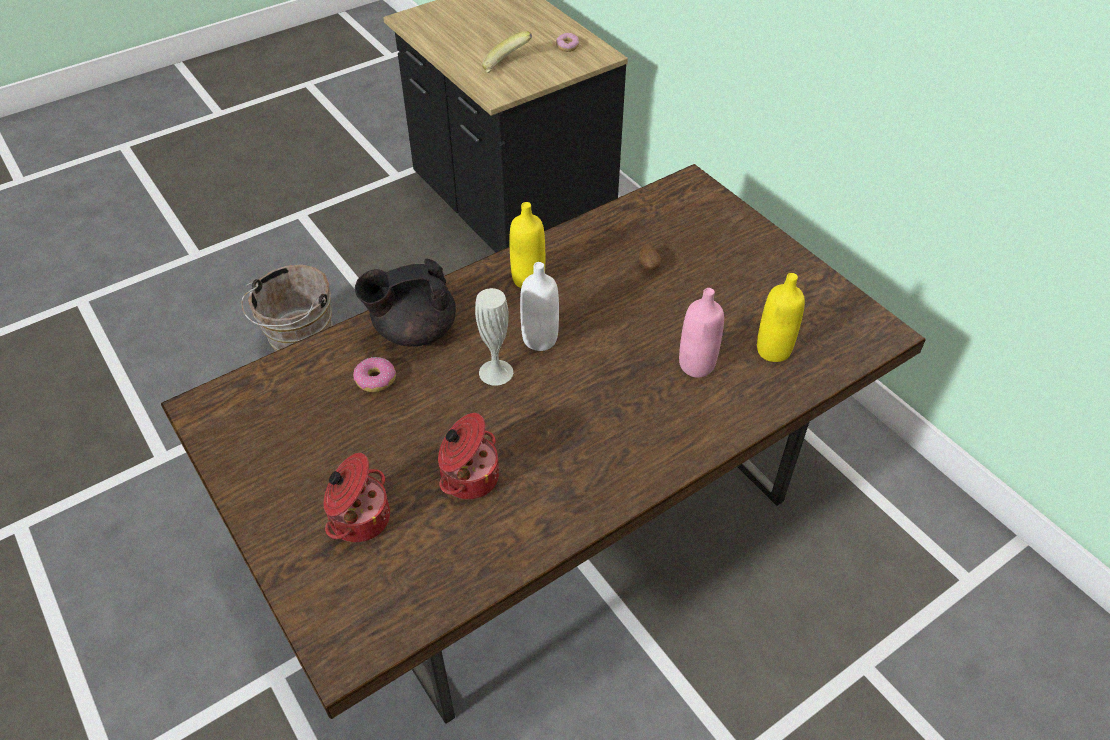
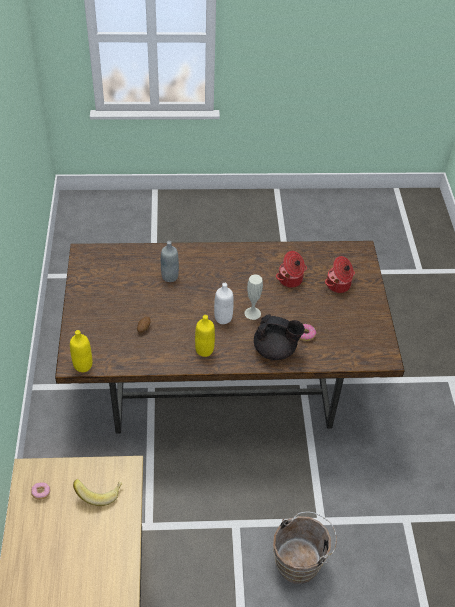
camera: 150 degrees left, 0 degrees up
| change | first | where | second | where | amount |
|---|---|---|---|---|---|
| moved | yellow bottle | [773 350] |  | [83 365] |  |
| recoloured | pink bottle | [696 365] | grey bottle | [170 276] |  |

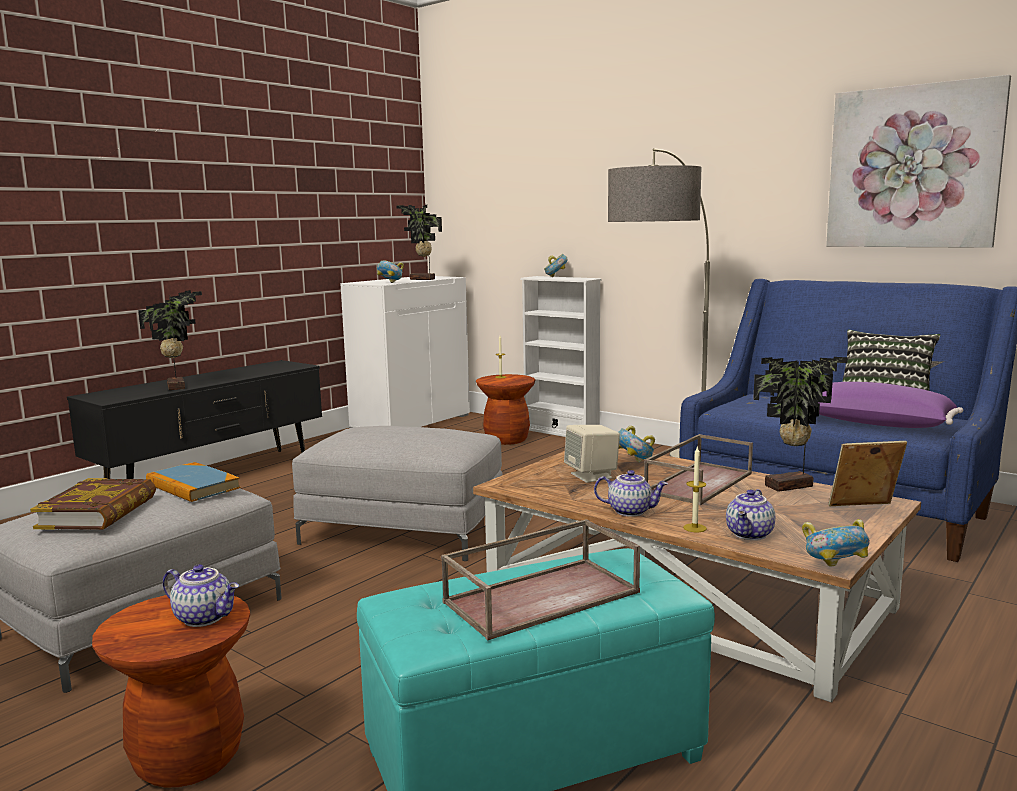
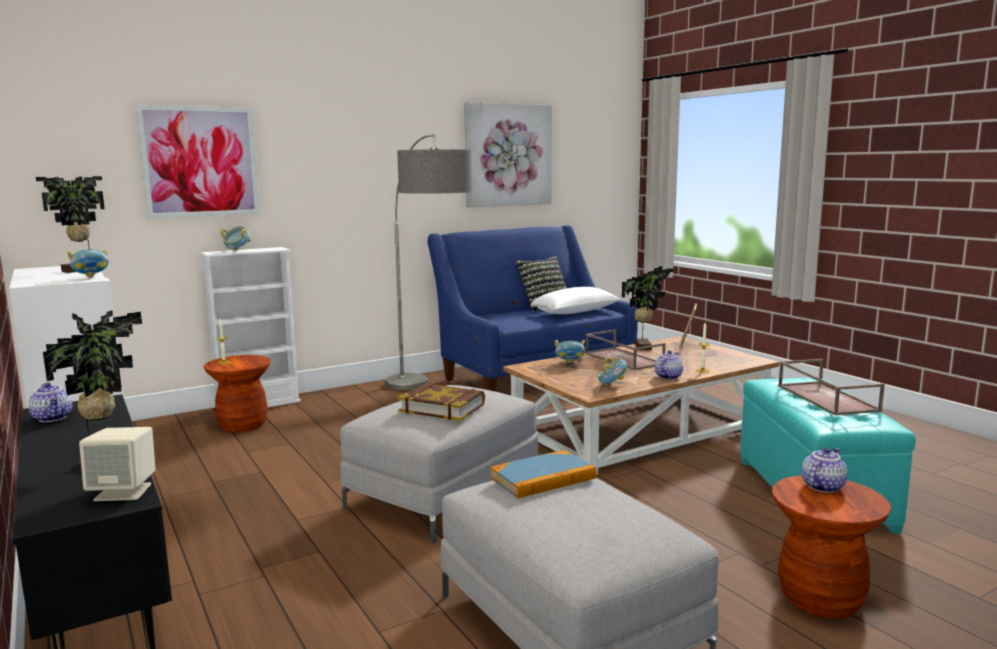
camera: 70 degrees left, 0 degrees up
| change | first | where | second | where | amount |
|---|---|---|---|---|---|
| added |  |  | picture | [200 162] |  |
| moved | book | [98 512] |  | [442 407] |  |
| moved | beige speaker | [592 476] |  | [124 492] |  |
| moved | teapot | [750 535] |  | [53 418] |  |
| moved | bowl | [835 569] |  | [611 386] |  |
| recoloured | purple pillow | [873 425] | white pillow | [576 313] |  |

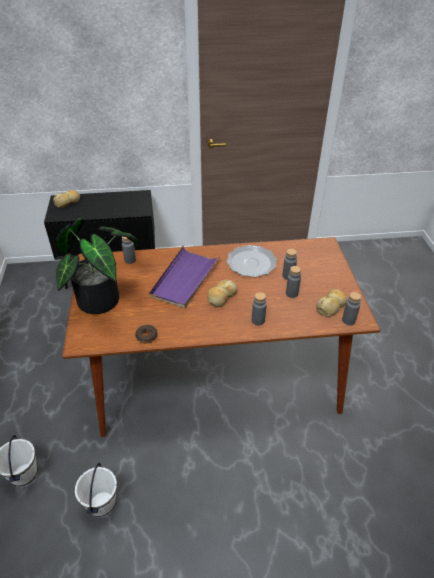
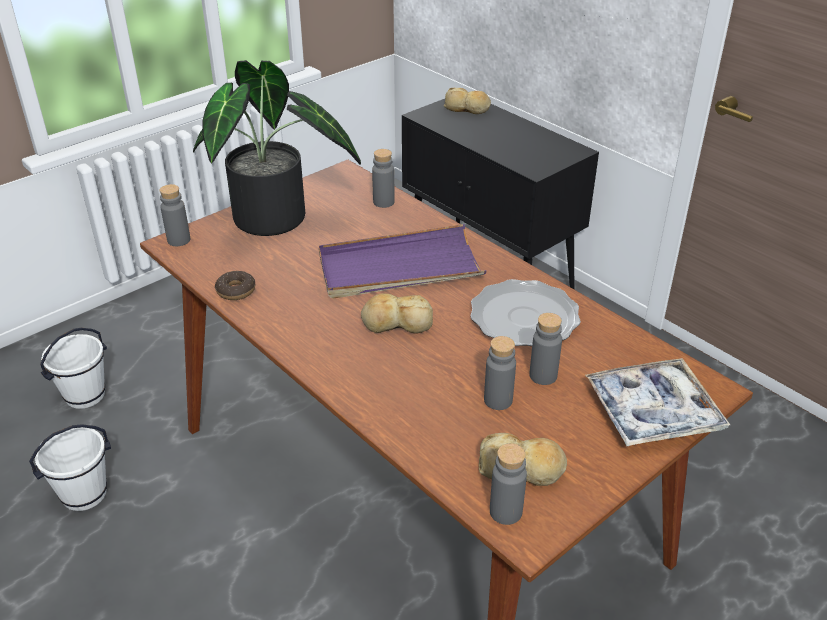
camera: 55 degrees right, 5 degrees down
| change | first | where | second | where | amount |
|---|---|---|---|---|---|
| added |  |  | tray | [652 411] |  |
| moved | grey bottle | [258 320] |  | [179 240] |  |

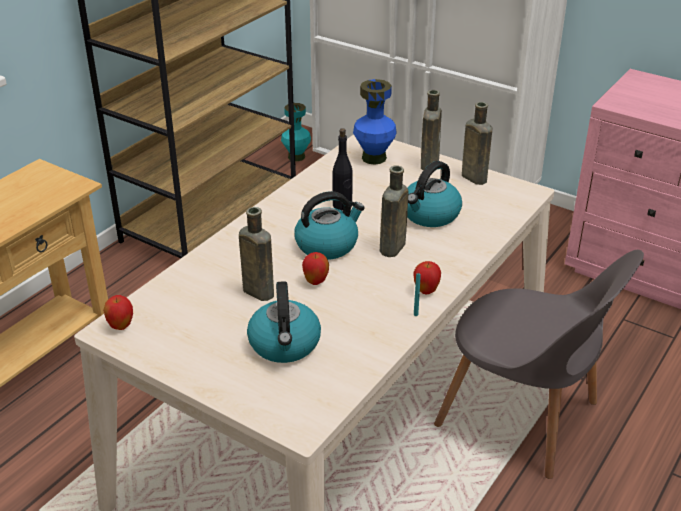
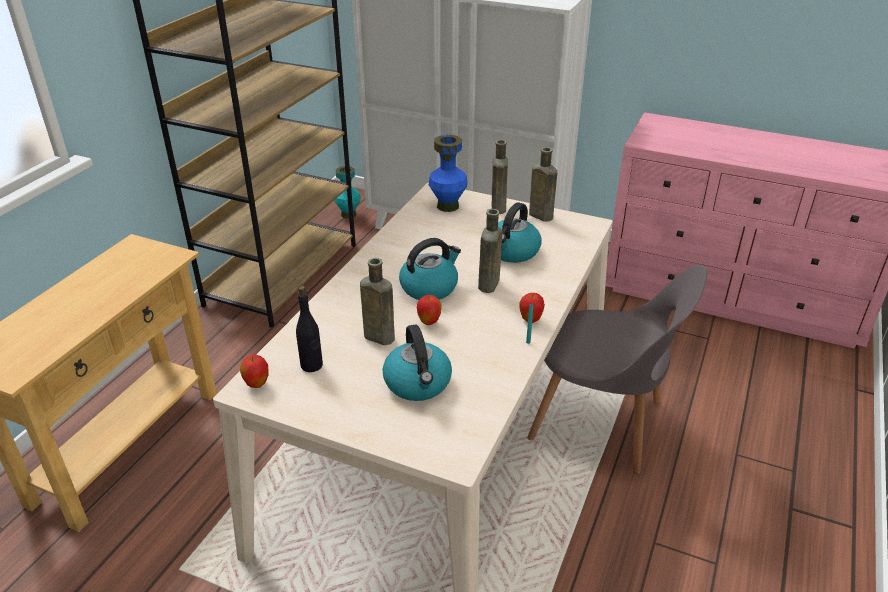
camera: 10 degrees left, 0 degrees up
| change | first | where | second | where | amount |
|---|---|---|---|---|---|
| moved | black bottle | [342 205] |  | [312 365] |  |

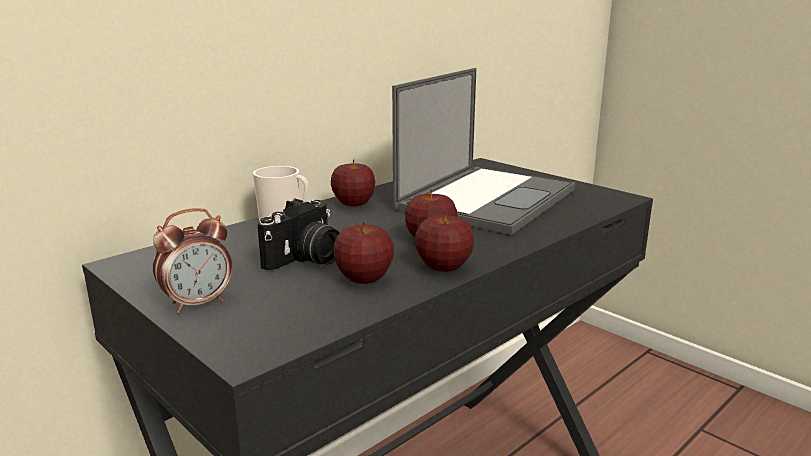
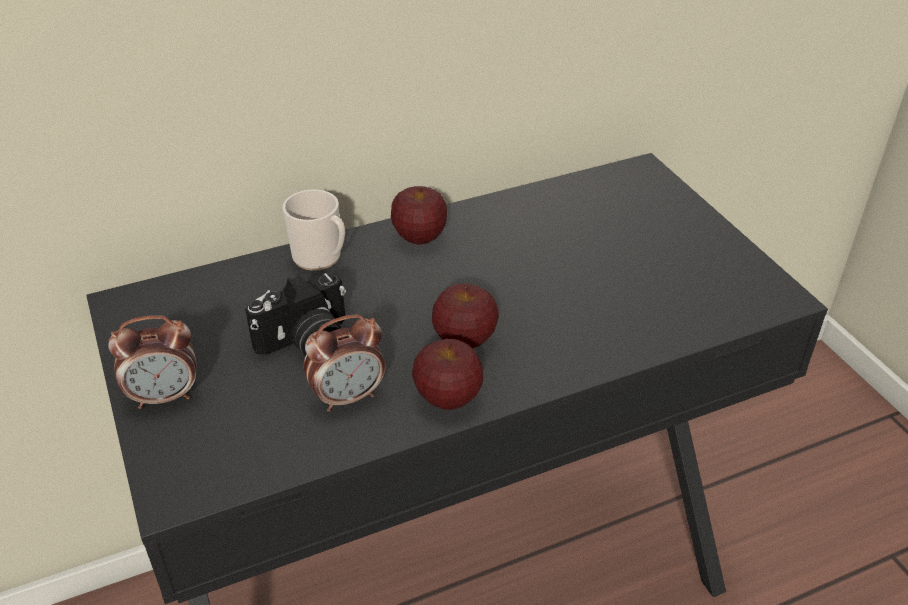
camera: 20 degrees right, 20 degrees up
| change | first | where | second | where | amount |
|---|---|---|---|---|---|
| removed | laptop | [487 198] |  |  |  |
| replaced | apple | [363 279] | alarm clock | [348 397] |  |

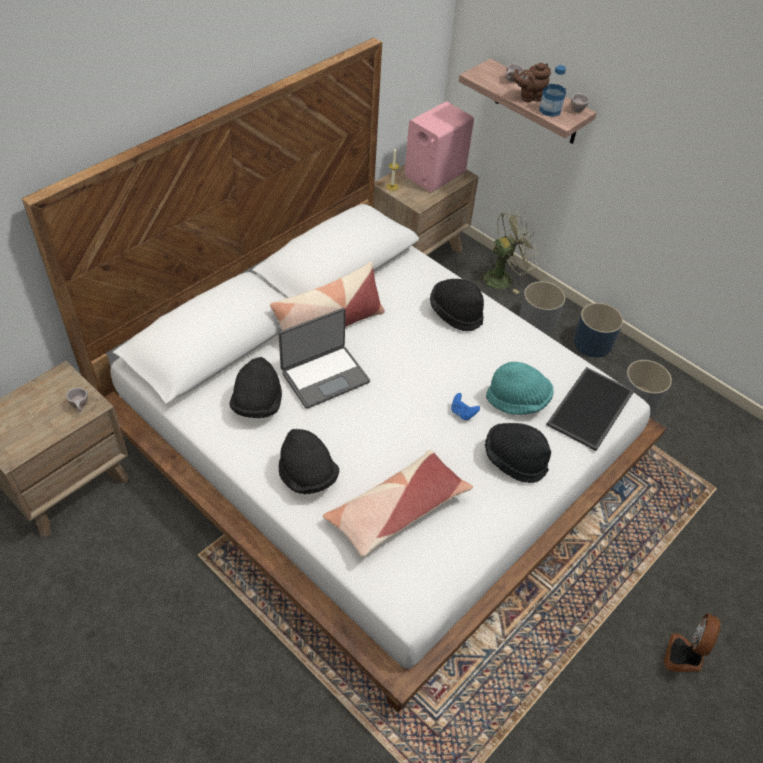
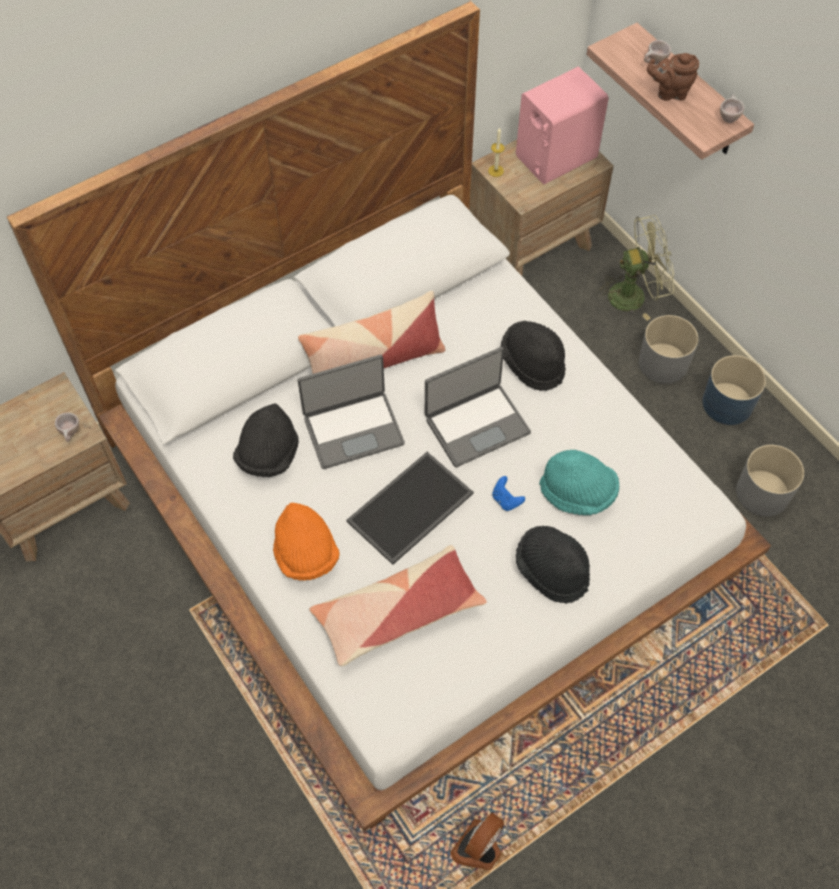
camera: 15 degrees right, 10 degrees up
| change | first | where | second | where | amount |
|---|---|---|---|---|---|
| removed | bottle | [550 110] |  |  |  |
| added |  |  | laptop | [476 424] |  |
| moved | tray | [591 409] |  | [410 509] |  |
| moved | fan | [684 656] |  | [478 849] |  |
| recoloured | black hat | [307 475] | orange hat | [306 554] |  |

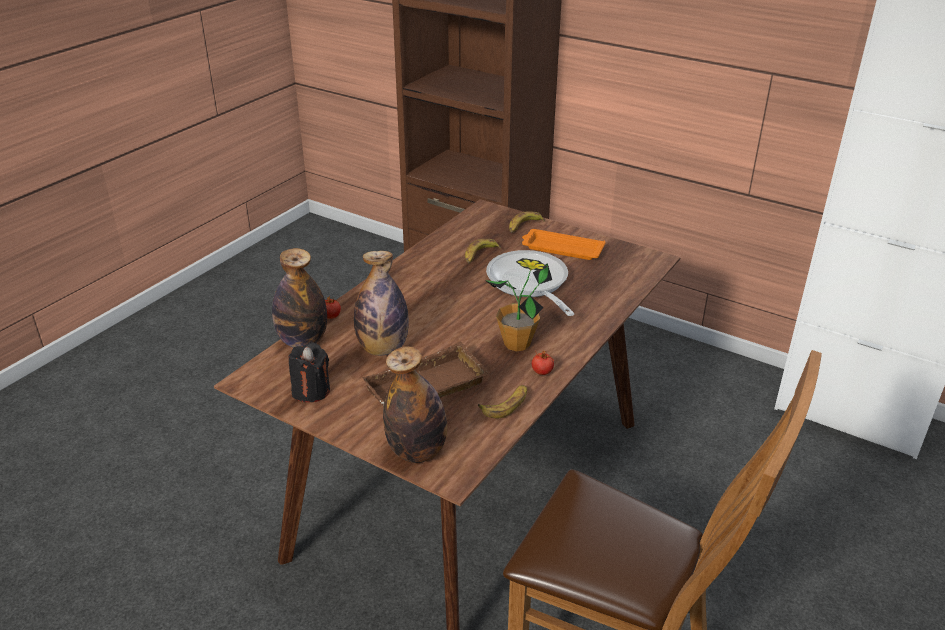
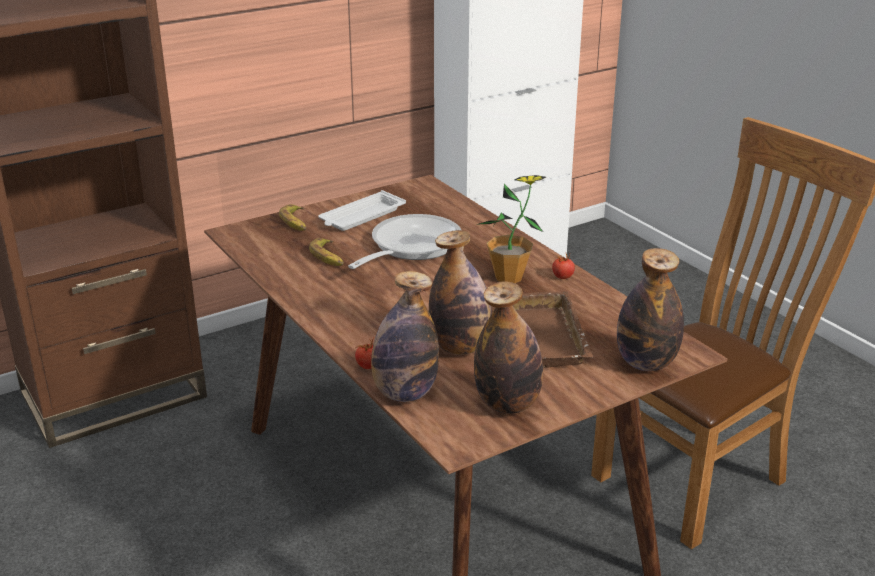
camera: 65 degrees left, 5 degrees down
| change | first | where | second | where | amount |
|---|---|---|---|---|---|
| removed | banana | [506 405] |  |  |  |
| replaced | black candle | [311 391] | bottle | [508 404] |  |
| recoloured | orange tray | [561 249] | white tray | [361 217] |  |
| turned | frying pan | [529 284] |  | [410 247] | 120 degrees clockwise |

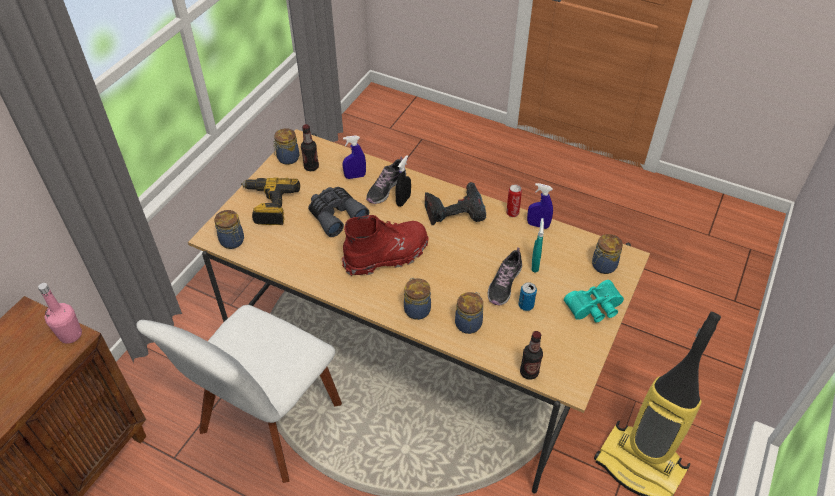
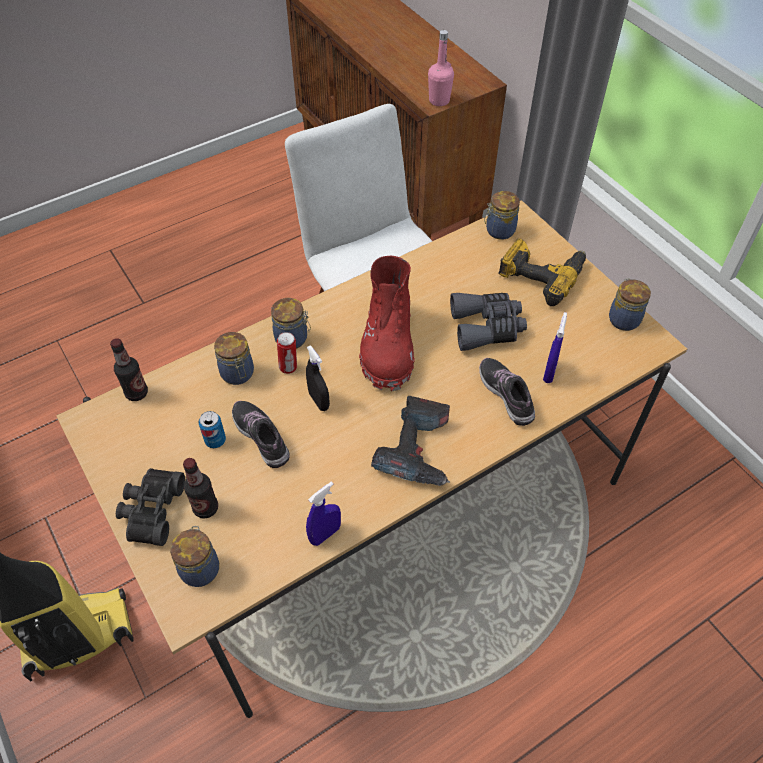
camera: 120 degrees right, 5 degrees up
| change | first | where | second | where | amount |
|---|---|---|---|---|---|
| removed | turquoise spray bottle | [535 264] |  |  |  |
| moved | bottle | [311 167] |  | [206 508] |  |
| moved | black spray bottle | [403 200] |  | [319 401] |  |
| moved | can | [512 212] |  | [289 367] |  |
| recoloured | turquoise binoculars | [595 309] | black binoculars | [150 510] |  |

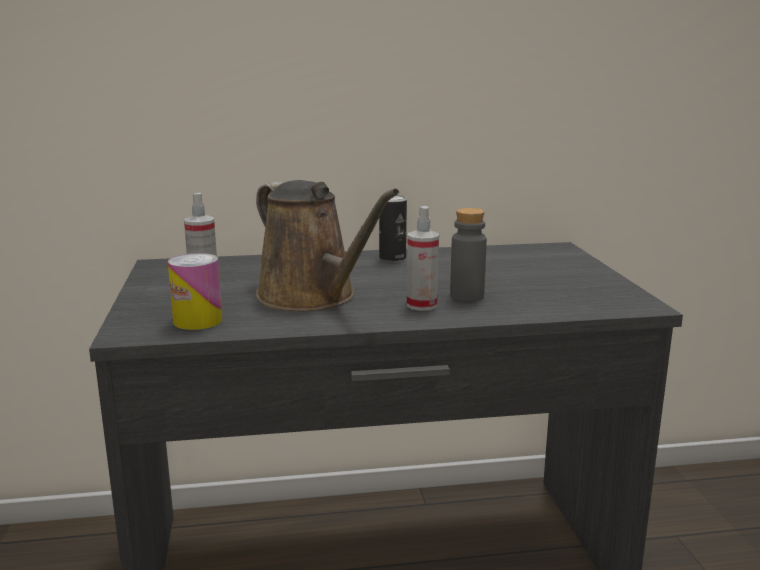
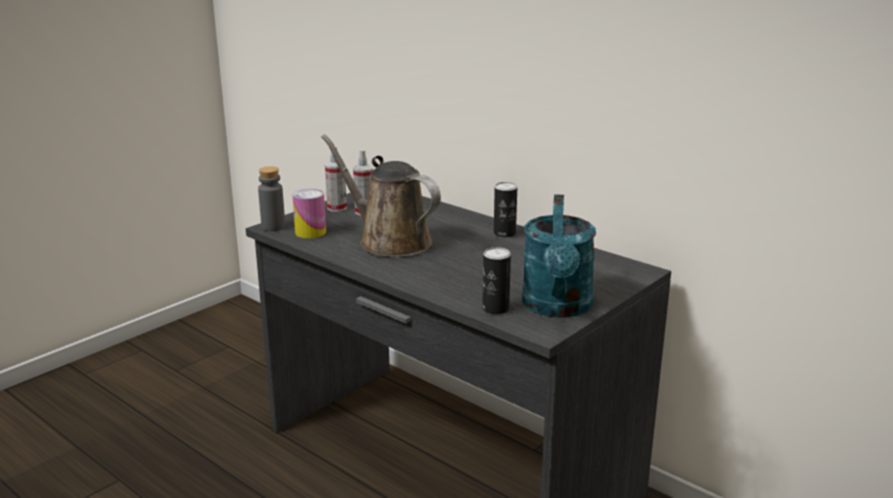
camera: 50 degrees right, 5 degrees up
| change | first | where | second | where | amount |
|---|---|---|---|---|---|
| added |  |  | can | [495 309] |  |
| added |  |  | turquoise watering can | [557 307] |  |
| moved | spray bottle | [422 305] |  | [337 208] |  |
| moved | grey bottle | [467 296] |  | [273 227] |  |
| turned | brown watering can | [312 297] |  | [389 241] | 120 degrees clockwise |

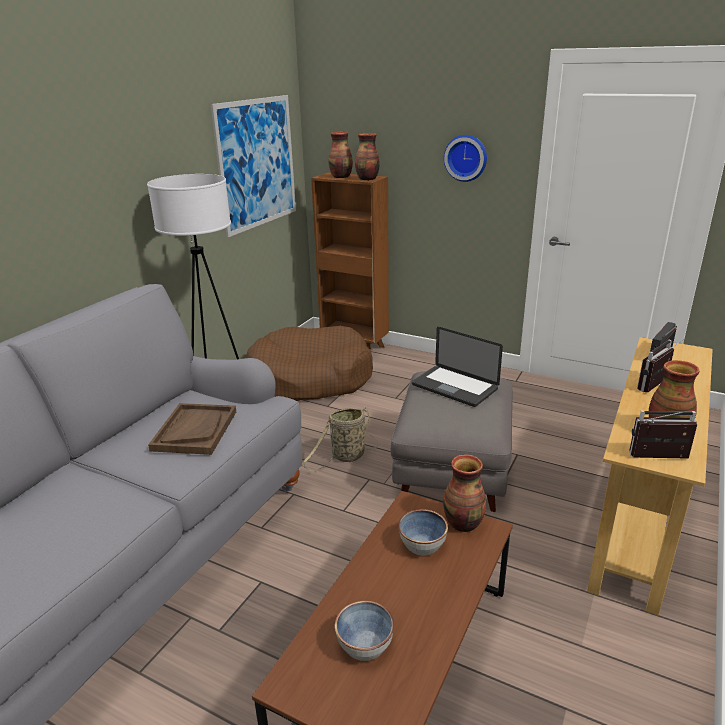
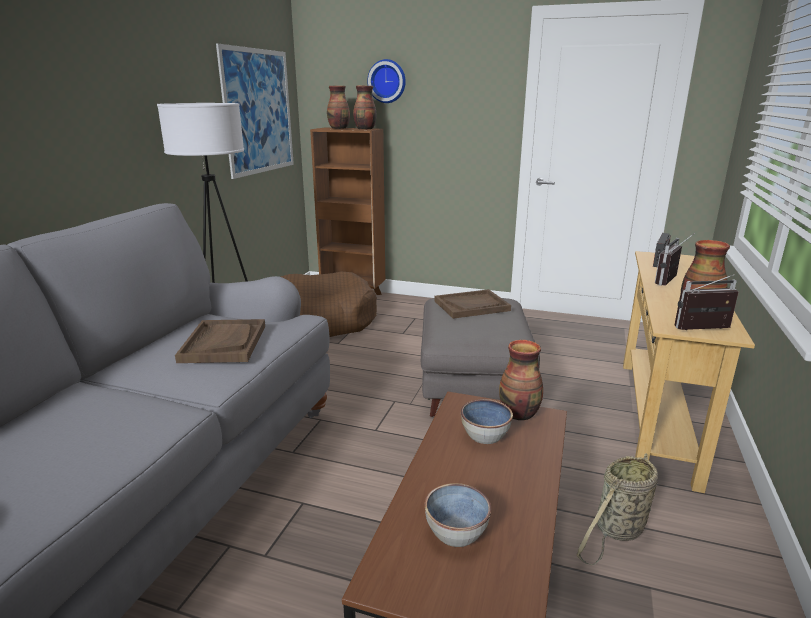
camera: 10 degrees left, 5 degrees down
| change | first | where | second | where | amount |
|---|---|---|---|---|---|
| moved | basket | [346 457] |  | [617 531] |  |
| moved | wall clock | [466 157] |  | [387 81] |  |
| replaced | laptop | [454 387] | brown tray | [471 306] |  |

